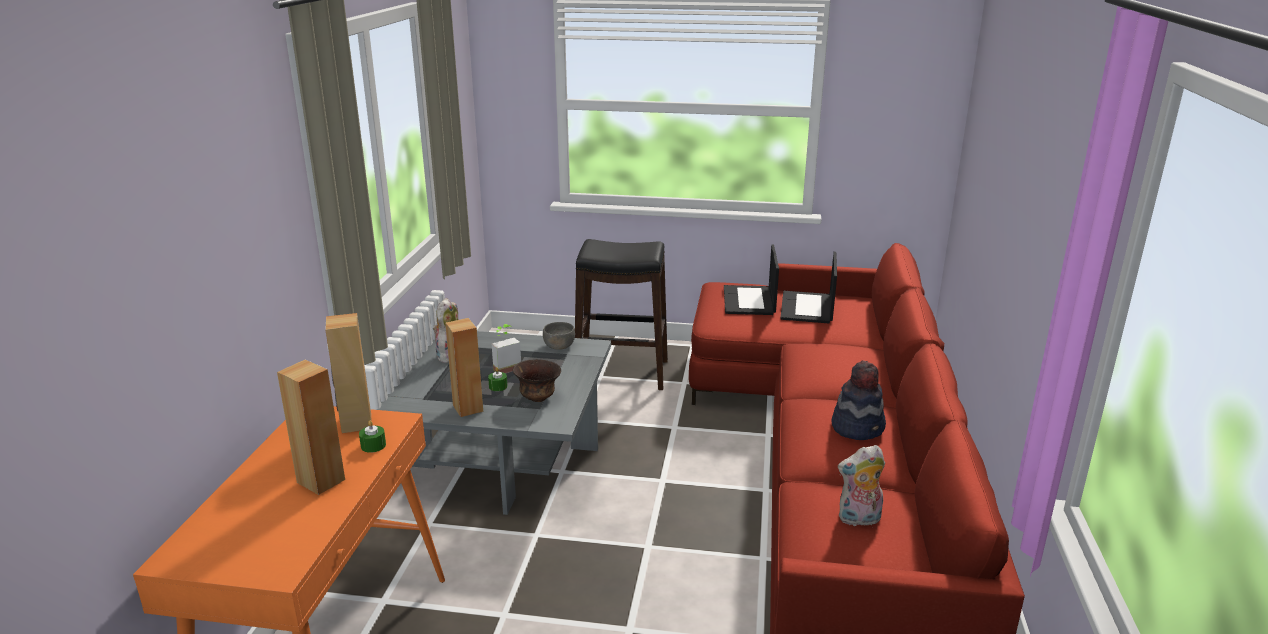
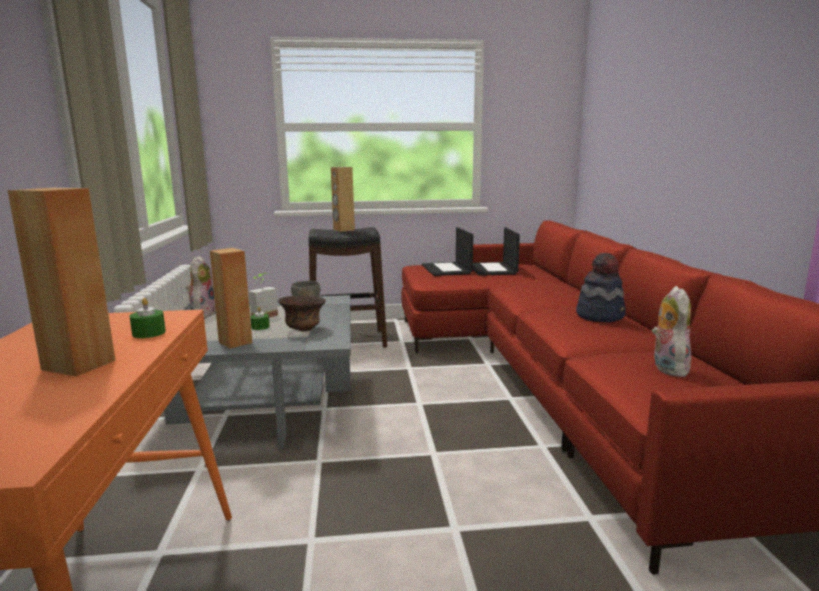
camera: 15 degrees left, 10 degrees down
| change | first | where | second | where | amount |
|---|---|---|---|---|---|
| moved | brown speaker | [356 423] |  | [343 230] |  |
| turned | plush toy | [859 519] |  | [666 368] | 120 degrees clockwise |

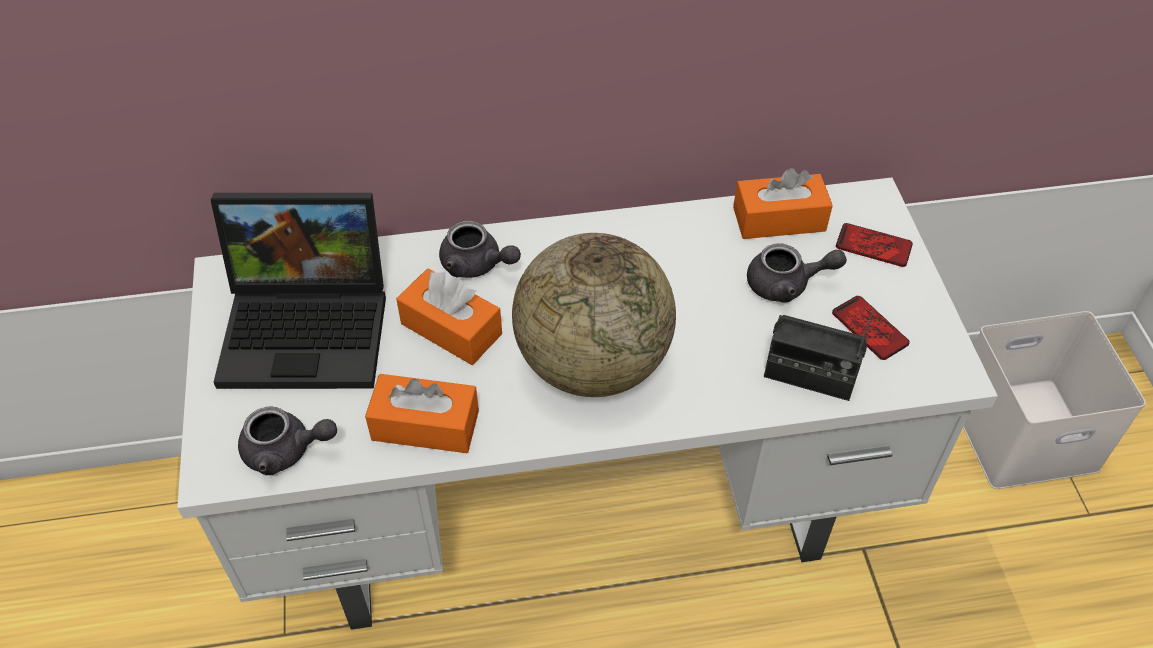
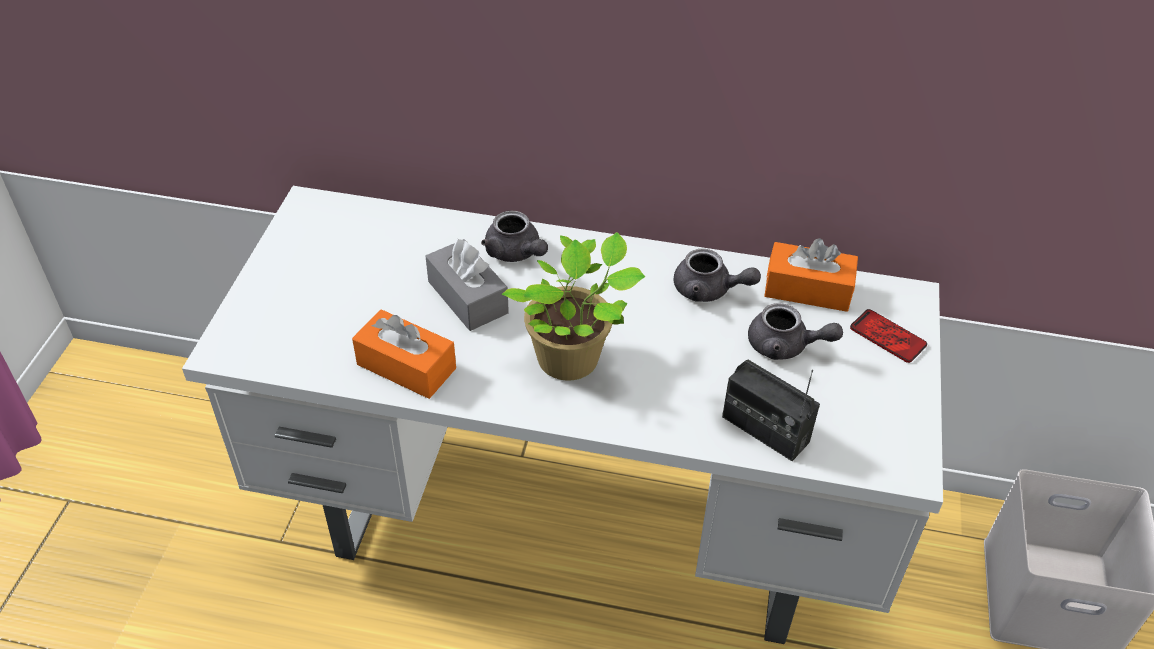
camera: 20 degrees right, 5 degrees down
| change | first | where | second | where | amount |
|---|---|---|---|---|---|
| removed | laptop | [311 327] |  |  |  |
| removed | phone | [869 328] |  |  |  |
| moved | grey teapot | [286 451] |  | [709 290] |  |
| replaced | globe | [592 363] | potted plant | [573 360] |  |
| recoloured | orange tissue box | [451 329] | grey tissue box | [467 297] |  |

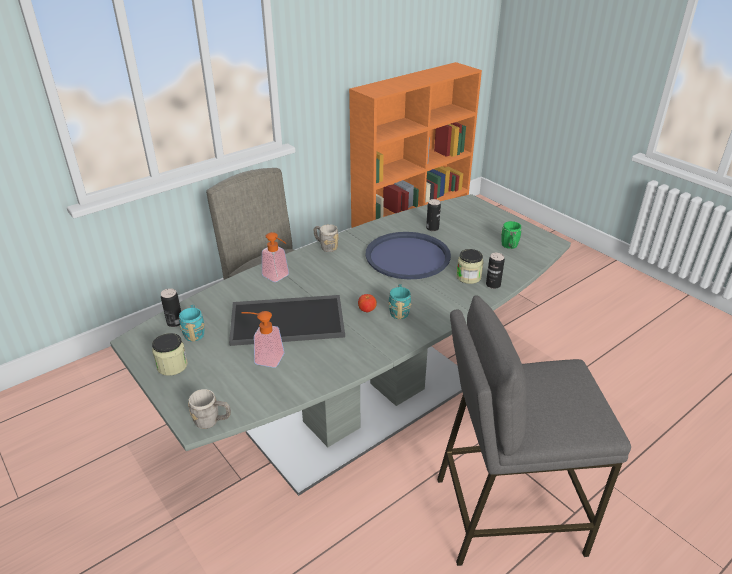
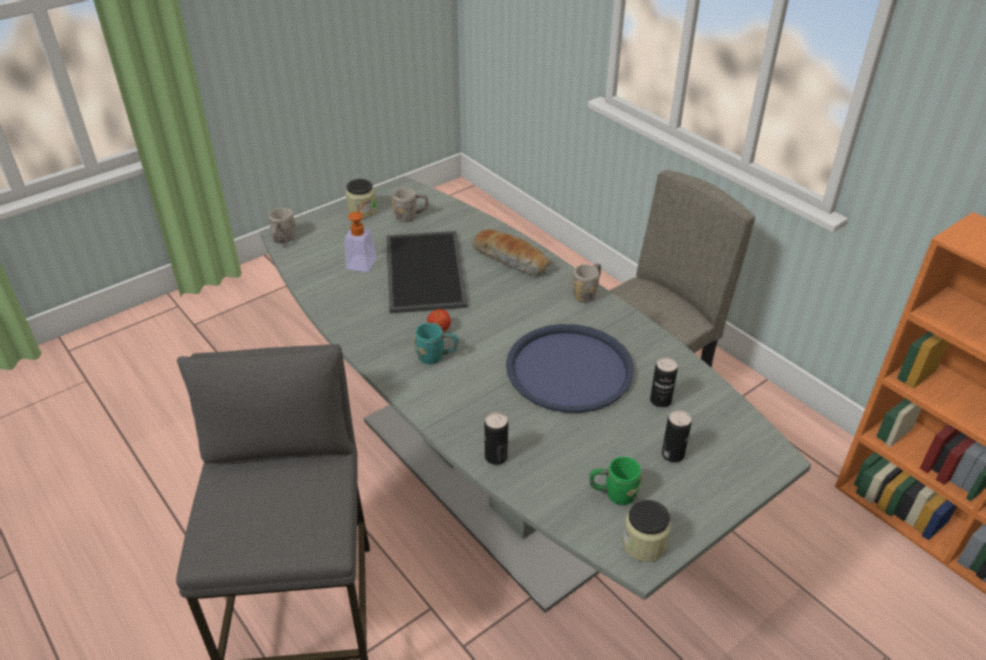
camera: 90 degrees right, 5 degrees up
| change | first | where | second | where | amount |
|---|---|---|---|---|---|
| moved | can | [175 322] |  | [672 454] |  |
| moved | jar | [468 277] |  | [644 544] |  |
| replaced | soap dispenser | [278 277] | bread | [511 260] |  |
| recoloured | turquoise mug | [194 332] | grey mug | [411 217] |  |

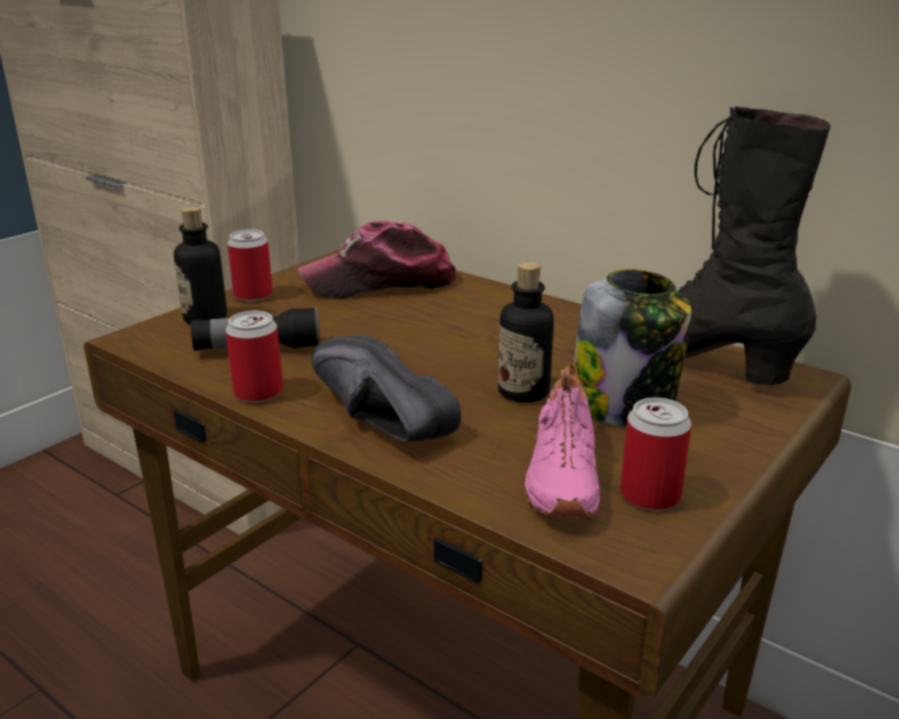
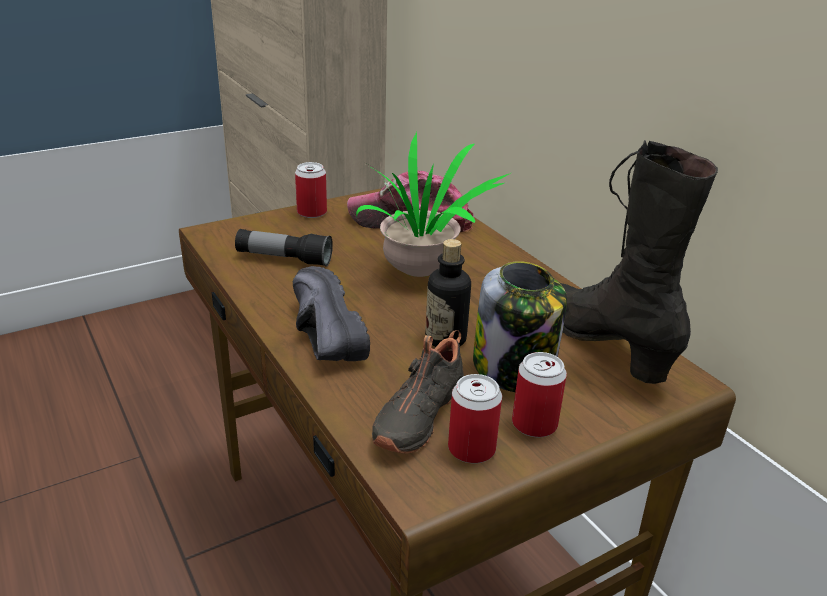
camera: 20 degrees right, 5 degrees up
| change | first | where | second | where | amount |
|---|---|---|---|---|---|
| removed | bottle | [205 318] |  |  |  |
| added |  |  | potted plant | [421 271] |  |
| moved | can | [258 392] |  | [534 424] |  |
| recoloured | pink shoe | [559 476] | black shoe | [416 414] |  |

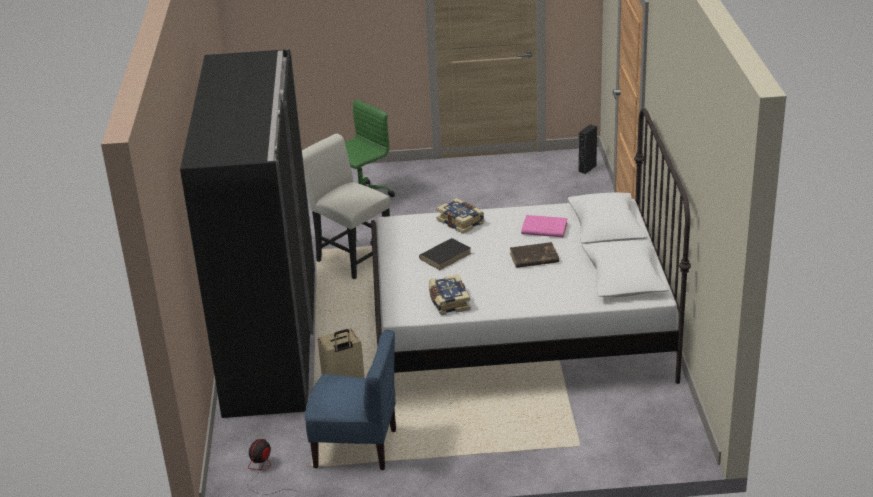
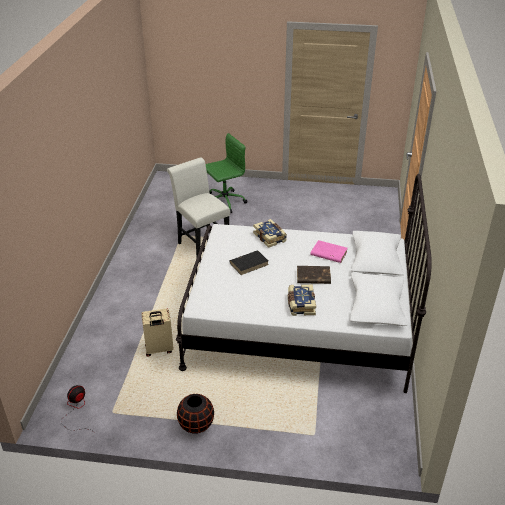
camera: 10 degrees right, 5 degrees up
| change | first | where | second | where | amount |
|---|---|---|---|---|---|
| removed | black wardrobe | [270 339] |  |  |  |
| removed | blue chair | [356 447] |  |  |  |
| removed | black speaker | [587 168] |  |  |  |
| added |  |  | black vase | [196 424] |  |
| moved | book | [448 302] |  | [300 305] |  |

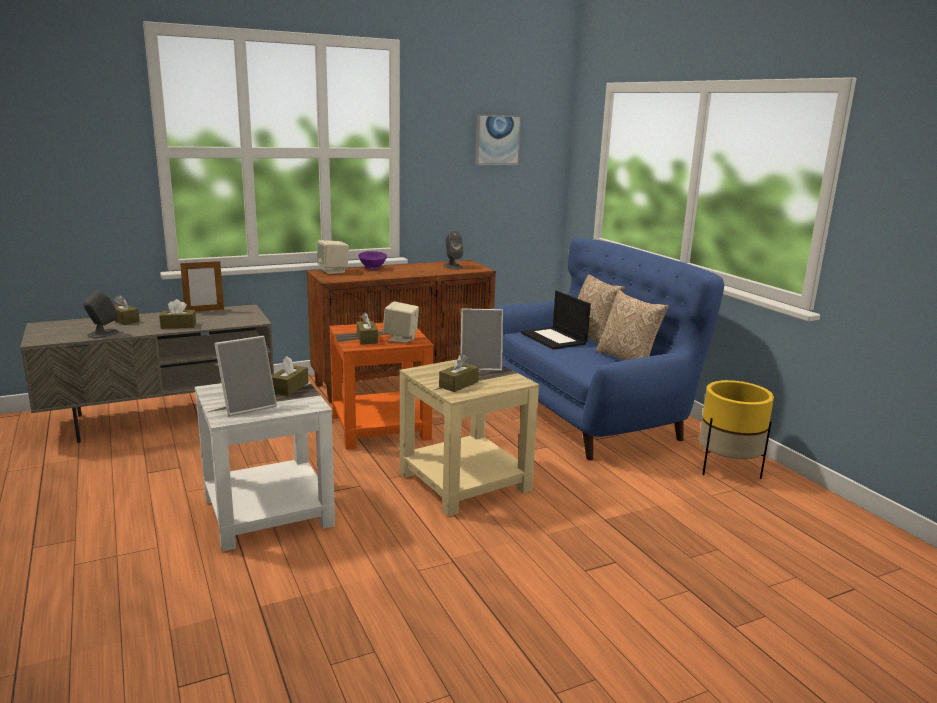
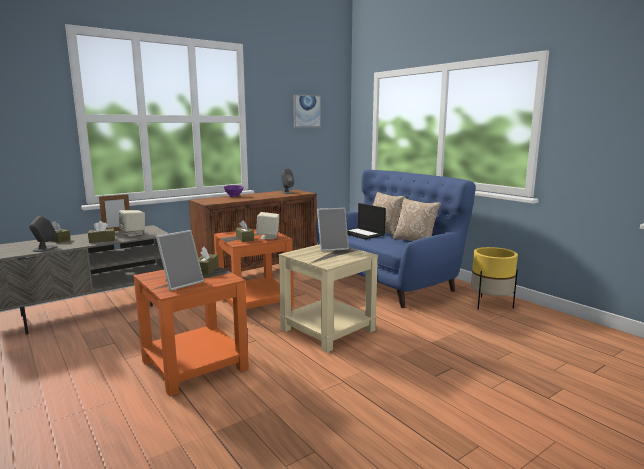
camera: 10 degrees left, 5 degrees down
| change | first | where | second | where | amount |
|---|---|---|---|---|---|
| removed | brown tissue box | [458 384] |  |  |  |
| moved | beige speaker | [333 271] |  | [133 234] |  |
| recoloured | white side table | [269 510] | orange side table | [195 364] |  |

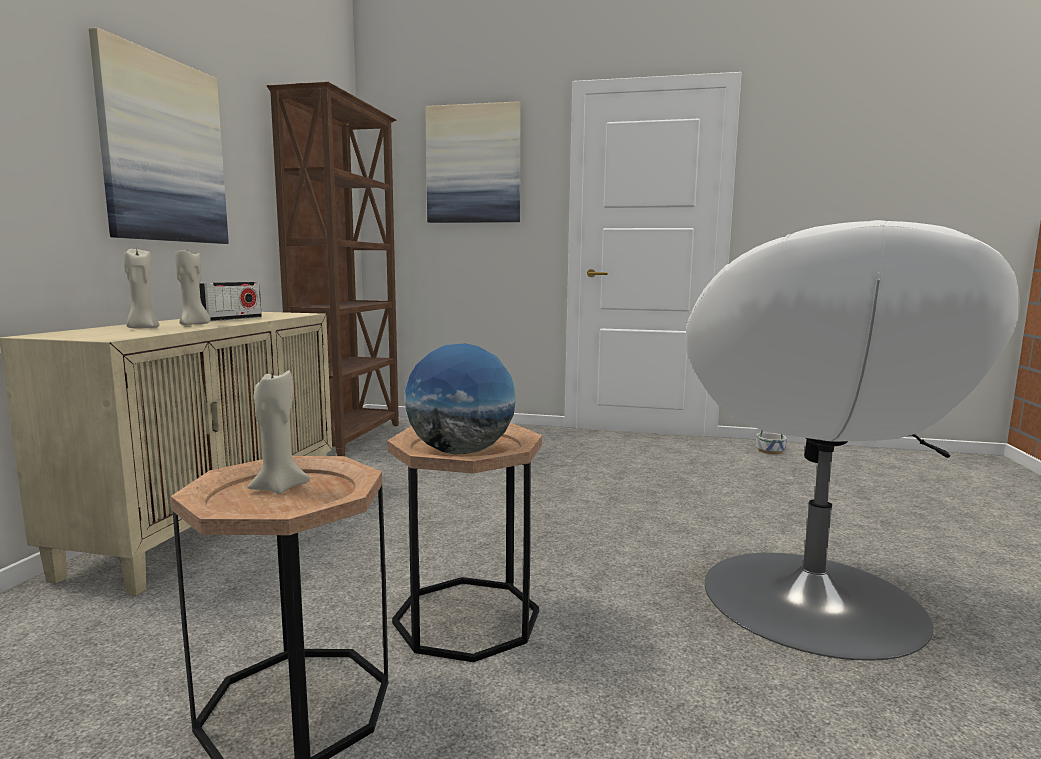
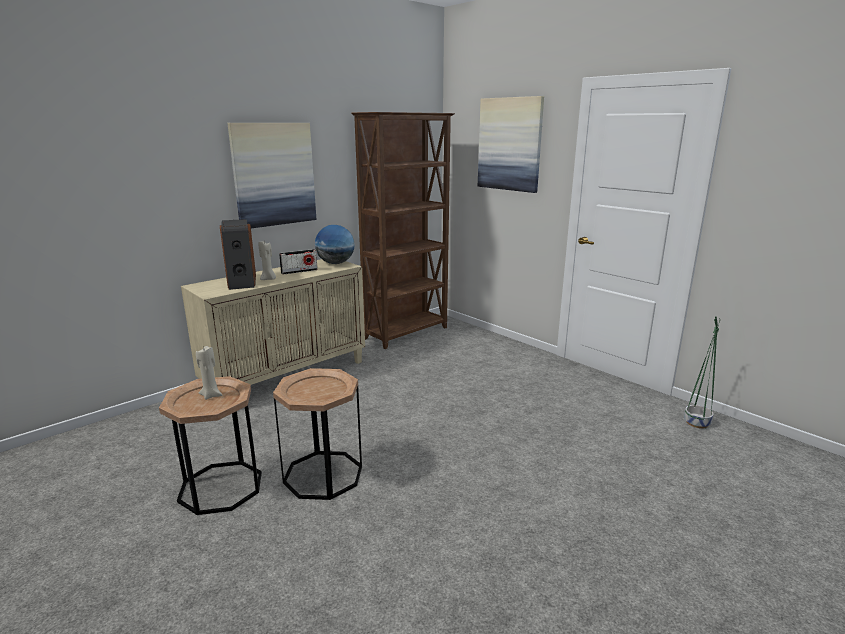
camera: 35 degrees right, 10 degrees up
| change | first | where | second | where | amount |
|---|---|---|---|---|---|
| removed | white armchair | [810 600] |  |  |  |
| moved | globe | [461 452] |  | [335 263] |  |
| replaced | beige candle | [142 328] | speaker | [241 282] |  |

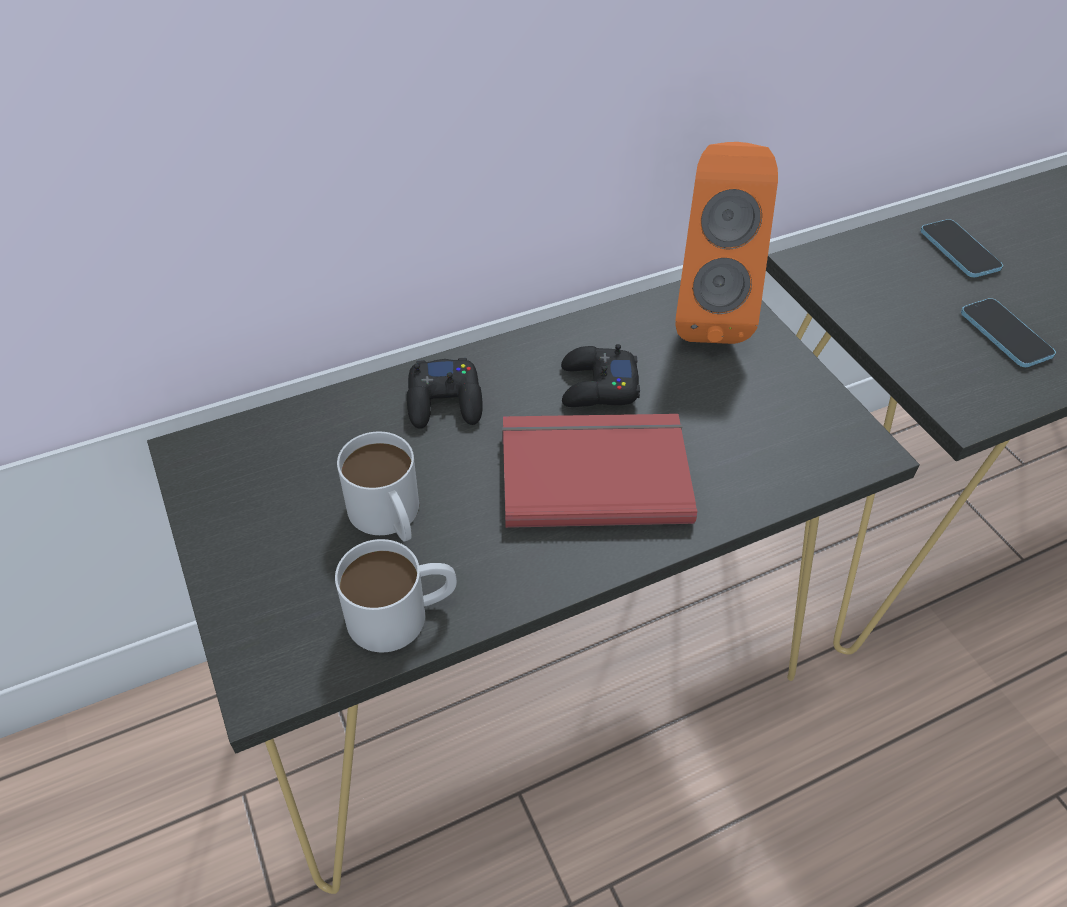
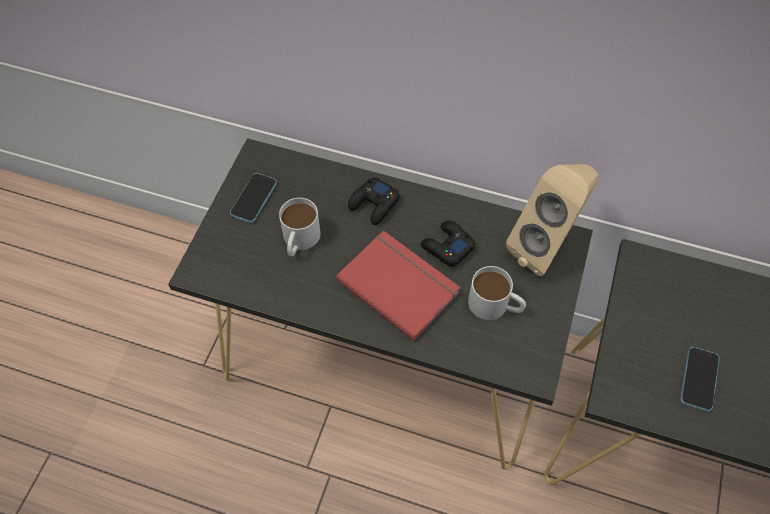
camera: 45 degrees right, 10 degrees up
| change | first | where | second | where | amount |
|---|---|---|---|---|---|
| moved | white mug | [402 613] |  | [495 306] |  |
| moved | phone | [959 250] |  | [254 198] |  |
| recoloured | orange speaker | [705 313] | beige speaker | [545 247] |  |

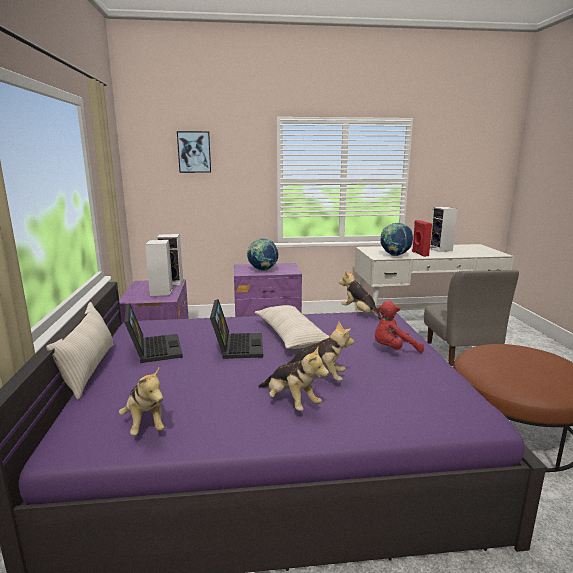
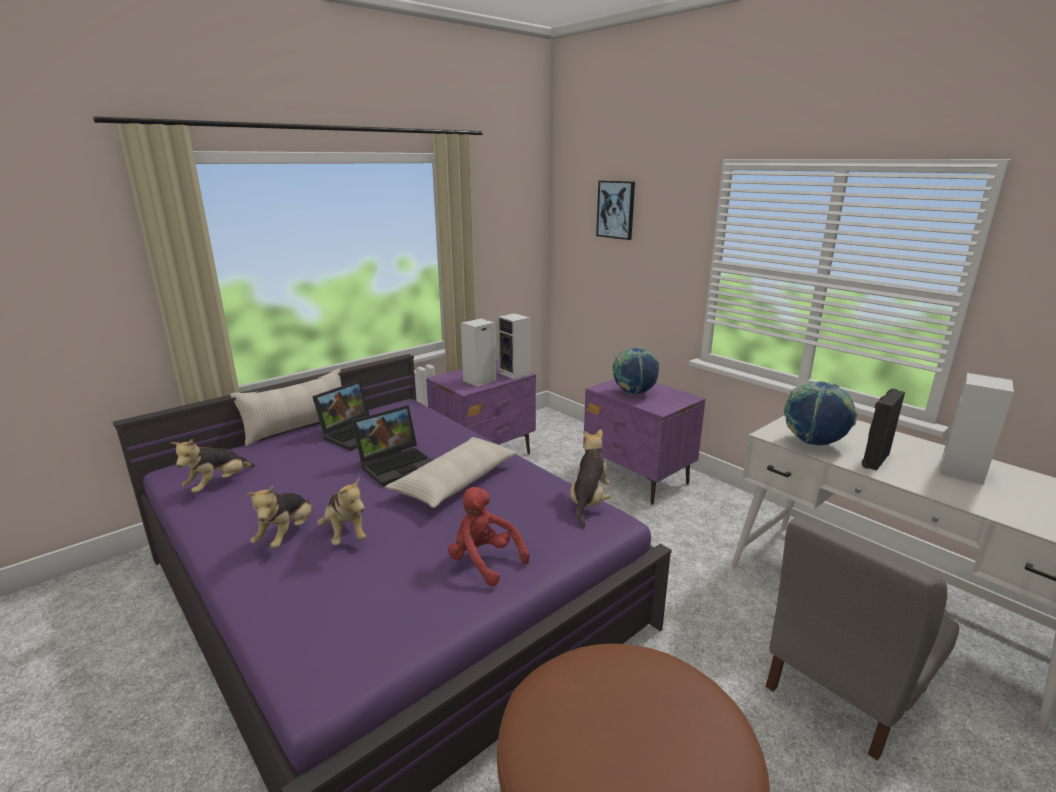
camera: 55 degrees right, 5 degrees up
| change | first | where | second | where | amount |
|---|---|---|---|---|---|
| recoloured | red speaker | [419 254] | black speaker | [874 459] |  |

